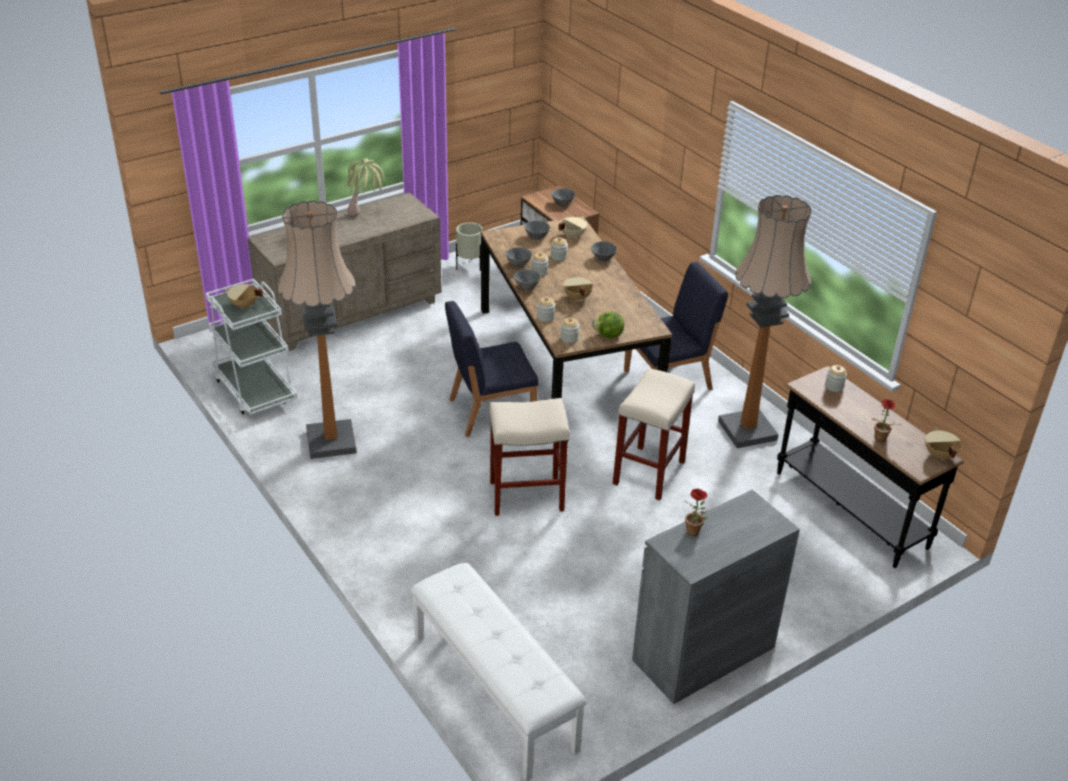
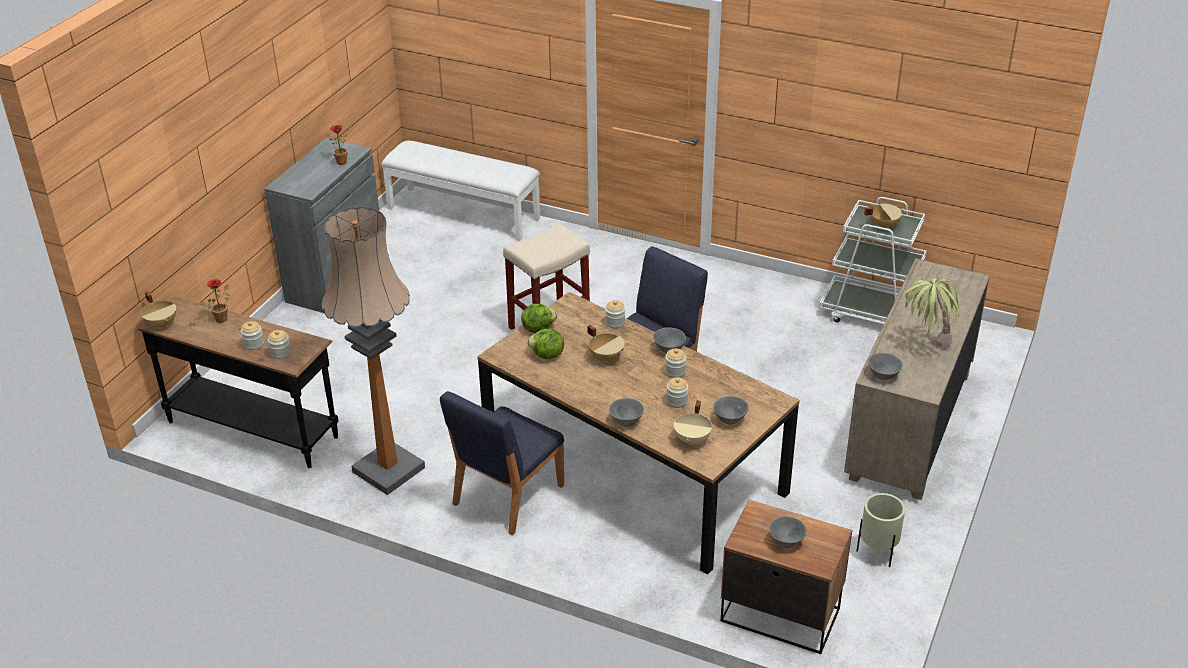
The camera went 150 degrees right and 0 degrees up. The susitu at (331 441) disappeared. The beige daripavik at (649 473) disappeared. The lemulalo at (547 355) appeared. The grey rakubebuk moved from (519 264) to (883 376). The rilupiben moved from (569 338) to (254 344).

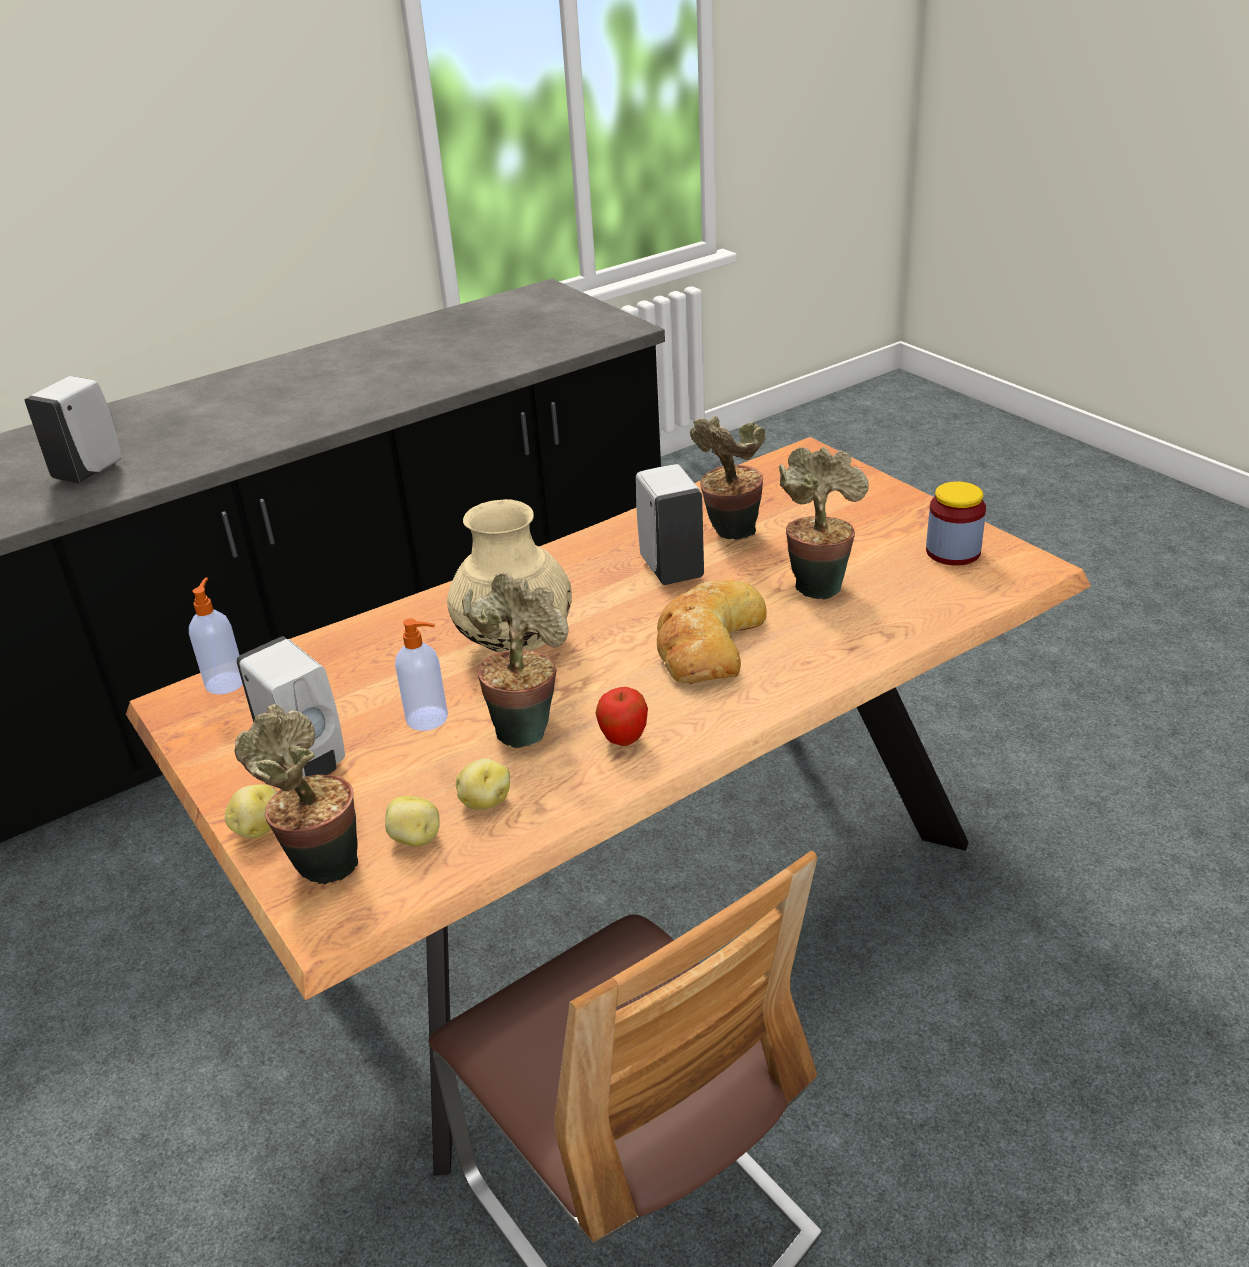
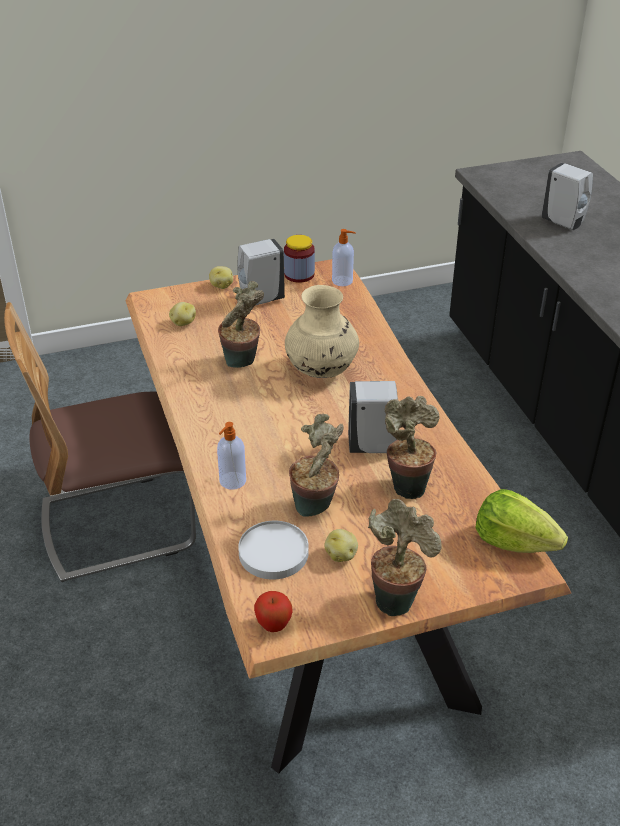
The camera went 105 degrees right and 5 degrees up. The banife at (707 642) disappeared. The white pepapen at (273 552) appeared. The lemulalo at (514 542) appeared. The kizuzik moved from (321 863) to (396 598). The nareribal moved from (428 718) to (232 481). The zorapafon moved from (484 801) to (341 555). The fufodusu moved from (624 740) to (273 625). The rilupiben moved from (953 552) to (299 274).

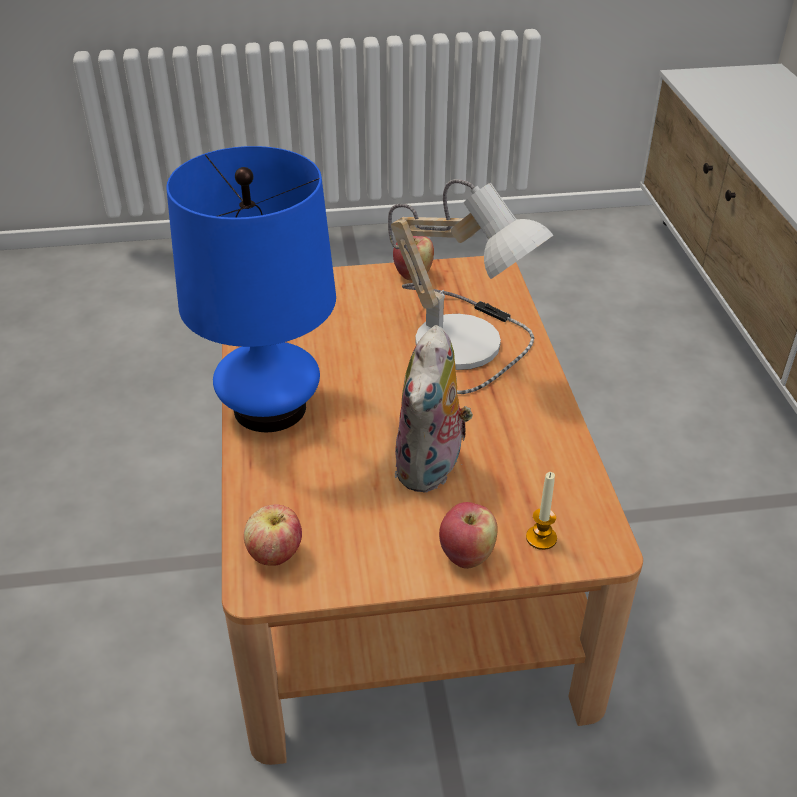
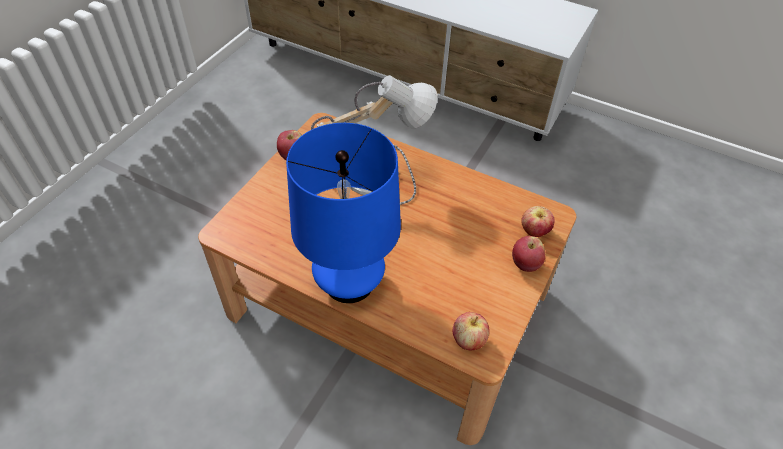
The camera went 55 degrees left and 10 degrees up. The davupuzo at (431 469) disappeared. The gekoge at (541 538) was replaced by the fufodusu at (534 231).

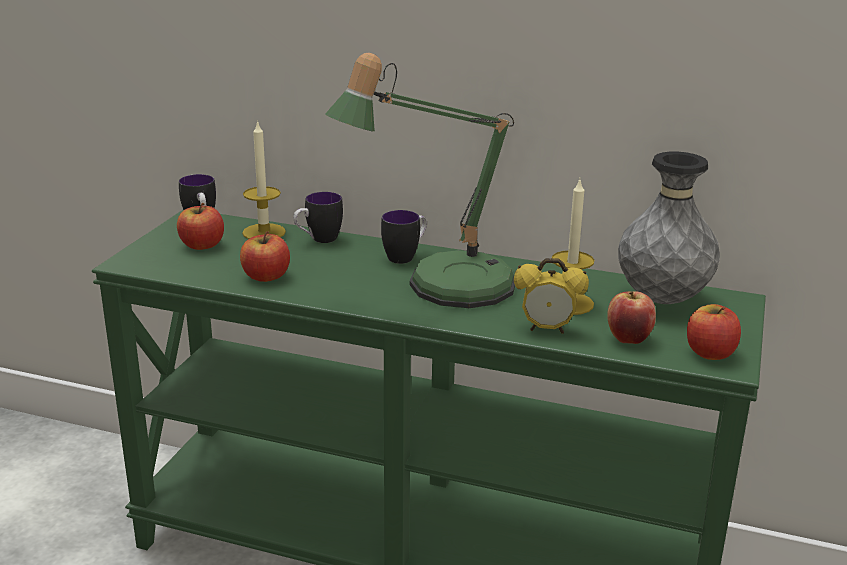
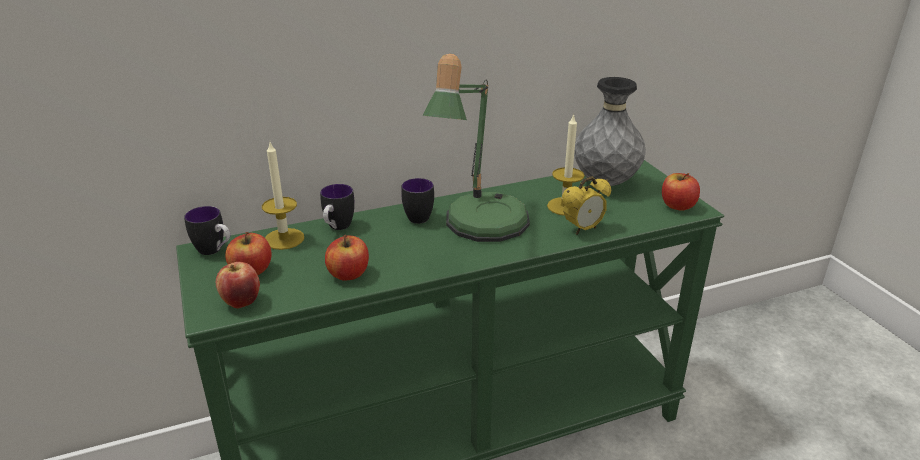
The camera went 40 degrees left and 5 degrees up. The fufodusu moved from (629 339) to (242 302).

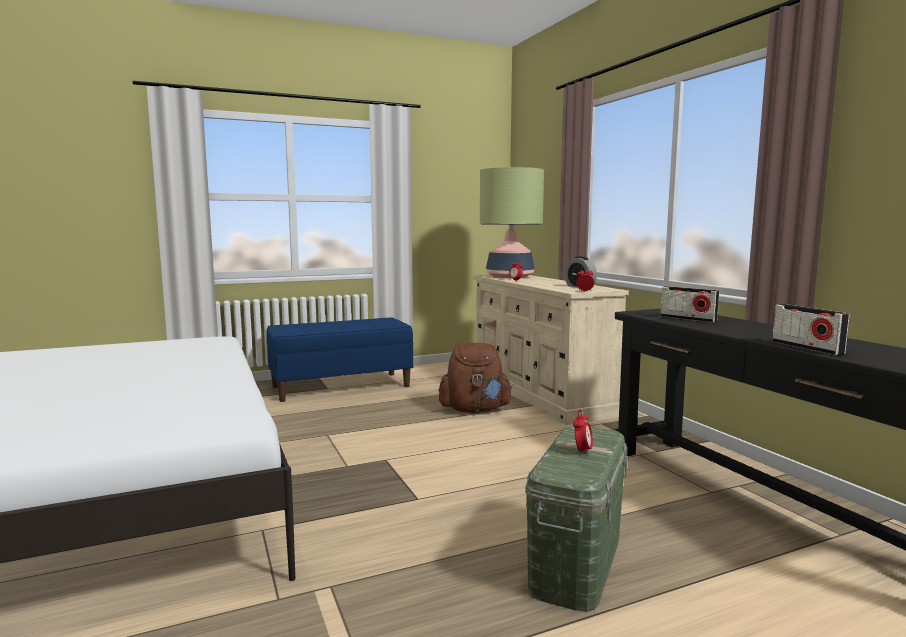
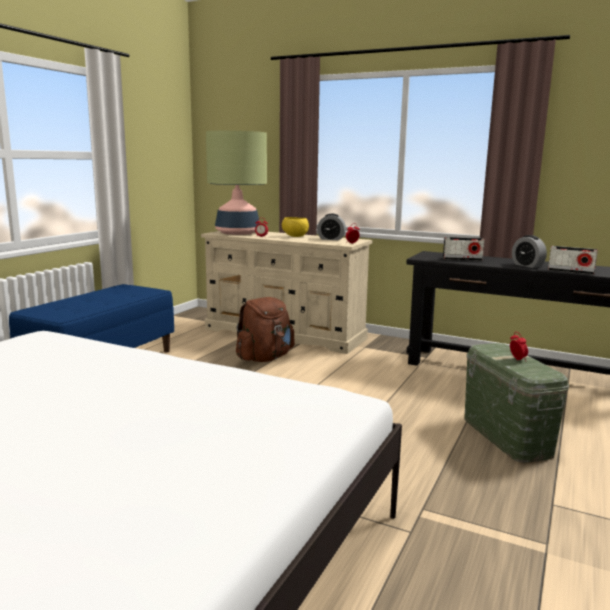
The camera went 40 degrees left and 5 degrees up. The yellow rakubebuk at (294 236) appeared. The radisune at (527 265) appeared.

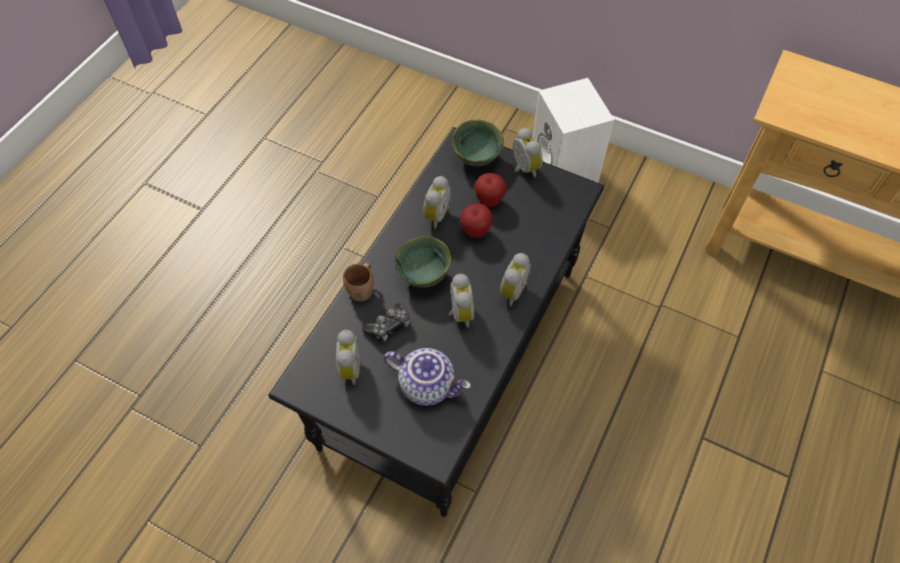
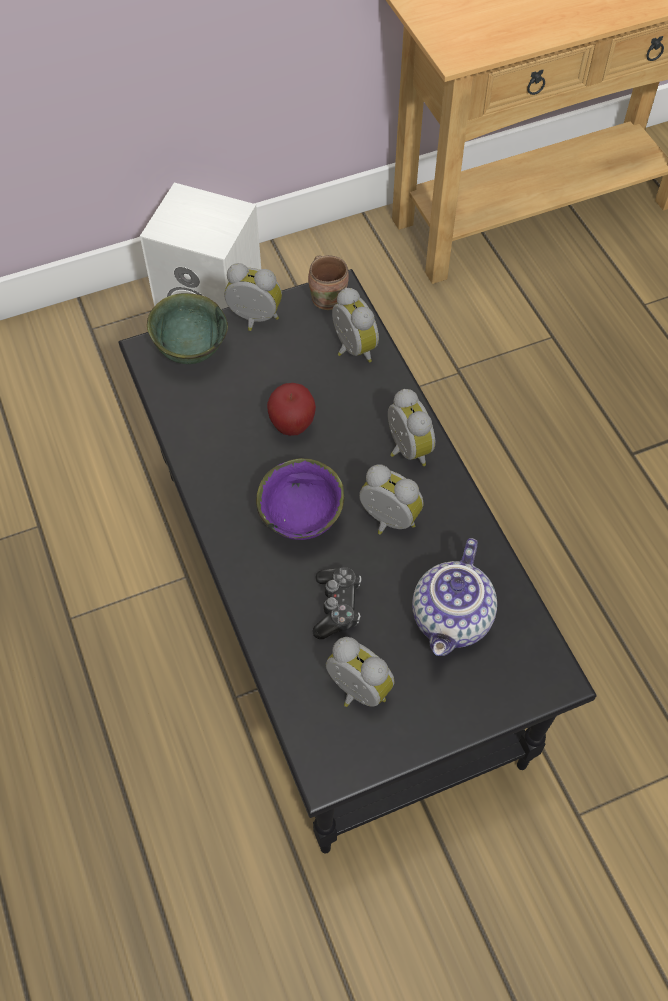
The camera went 50 degrees left and 0 degrees up. The fufodusu at (489 200) disappeared. The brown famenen moved from (362 291) to (328 297). The radisune moved from (435 215) to (351 350). The green rakubebuk at (424 276) became the purple rakubebuk at (303 520). The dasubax at (428 384) turned 135 degrees clockwise.

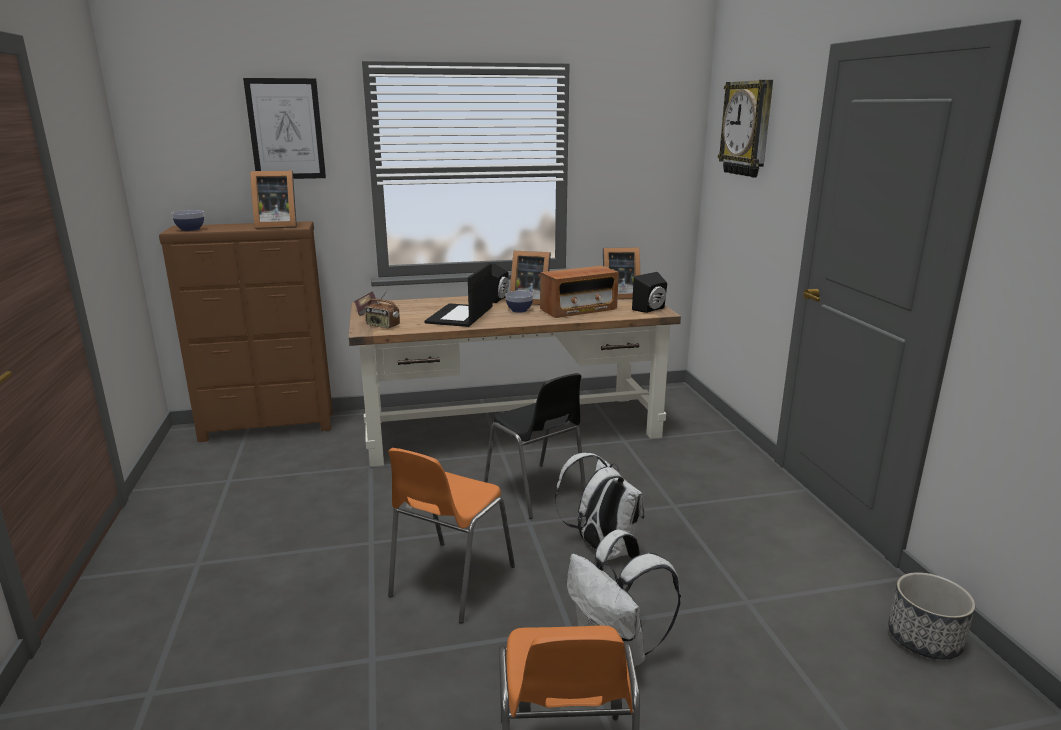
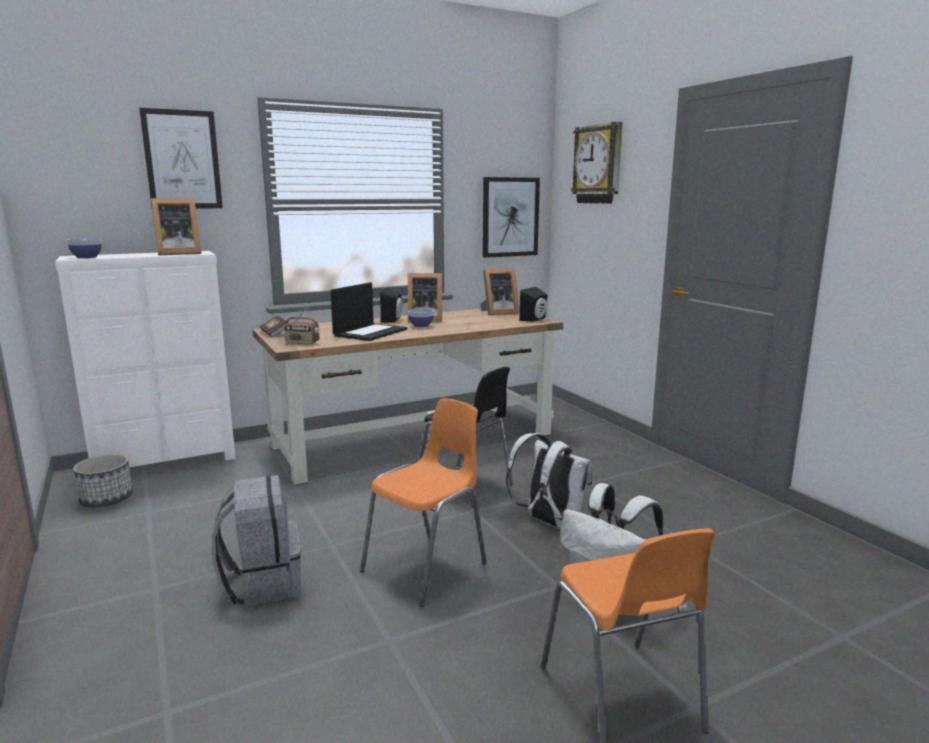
The camera went 15 degrees left and 5 degrees down. The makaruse at (578 310) disappeared. The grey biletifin at (262 583) appeared. The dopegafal at (510 217) appeared. The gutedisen moved from (924 639) to (107 499). The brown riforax at (268 427) became the white riforax at (166 462). The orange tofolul at (449 582) turned 150 degrees counterclockwise. The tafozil at (460 316) turned 150 degrees counterclockwise.

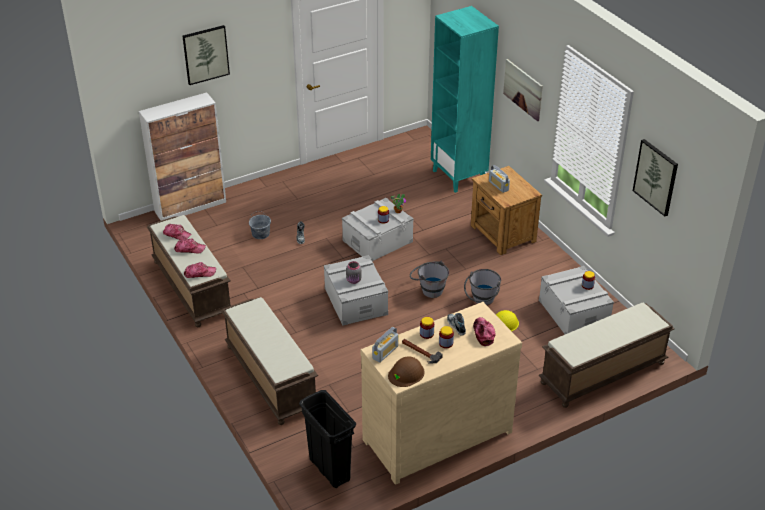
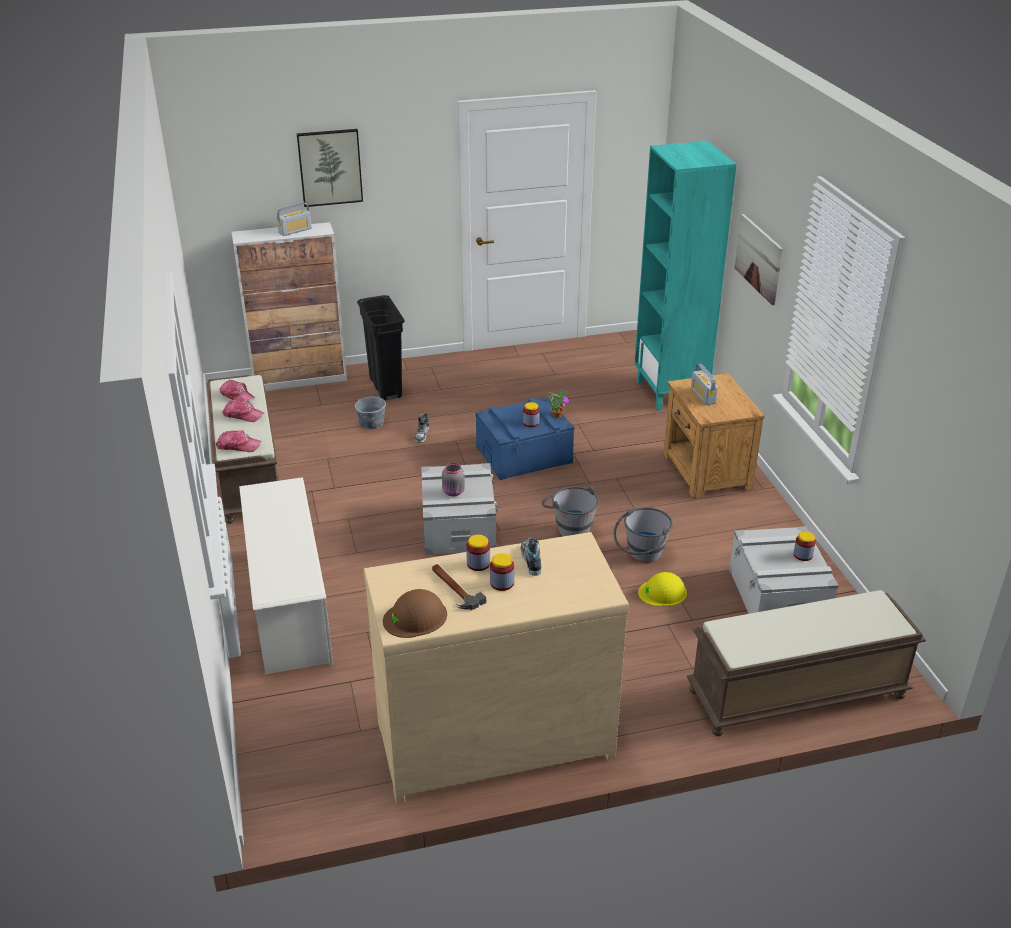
The camera went 15 degrees right and 5 degrees down. The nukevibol at (483 333) disappeared. The dopegafal at (656 177) disappeared. The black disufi moved from (329 469) to (385 387). The makaruse moved from (385 352) to (295 231). The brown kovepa at (270 377) was replaced by the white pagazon at (289 606). The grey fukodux at (377 241) became the blue fukodux at (524 454).

